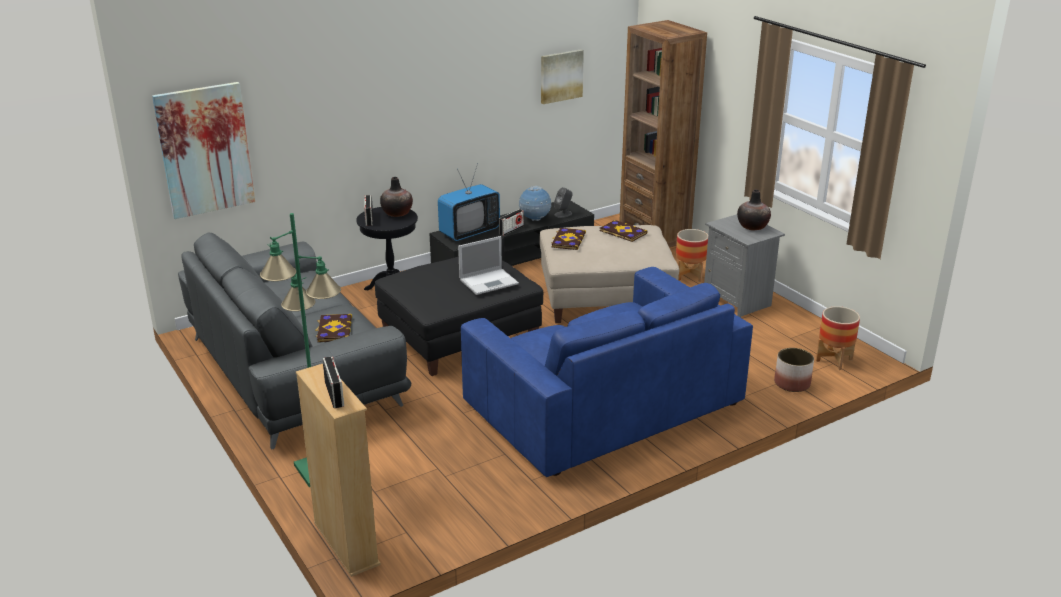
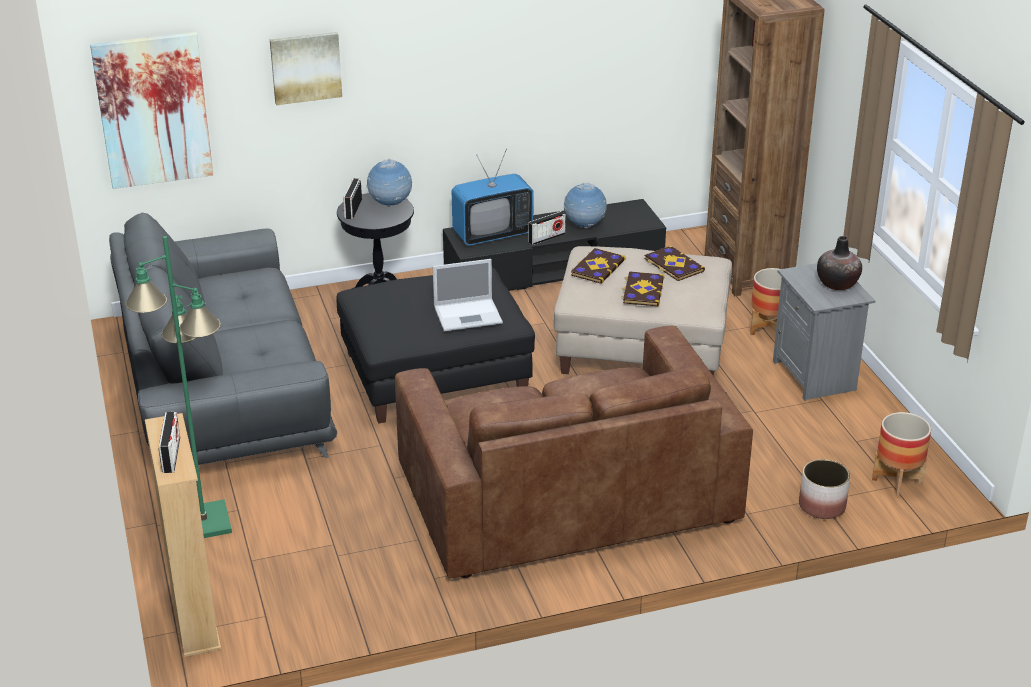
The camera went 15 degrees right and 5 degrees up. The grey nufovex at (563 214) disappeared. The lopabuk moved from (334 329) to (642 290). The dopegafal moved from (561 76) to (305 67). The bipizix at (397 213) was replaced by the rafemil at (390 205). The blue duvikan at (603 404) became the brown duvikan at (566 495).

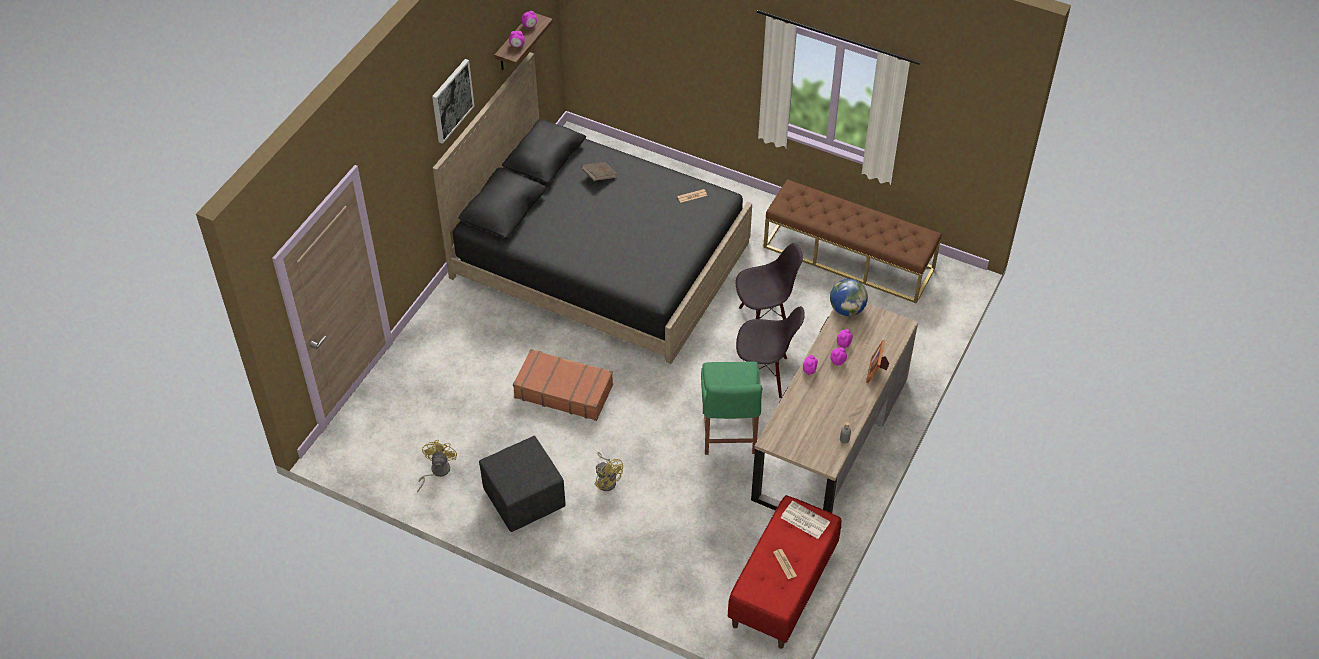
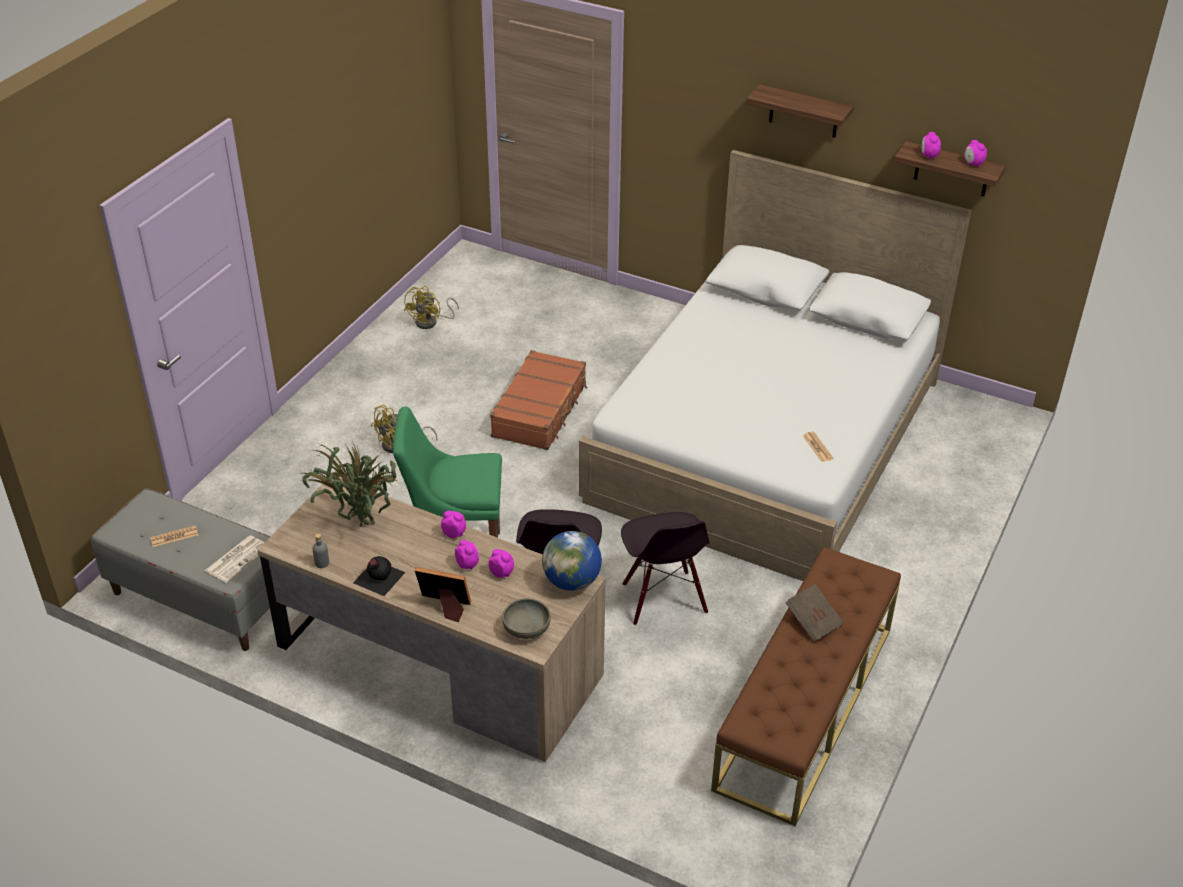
The camera went 90 degrees right and 10 degrees down. The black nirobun at (524 500) disappeared. The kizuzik at (360 521) appeared. The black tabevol at (378 577) appeared. The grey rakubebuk at (527 629) appeared. The brown lopabuk moved from (599 176) to (813 621). The dopegafal at (451 100) was replaced by the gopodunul at (804 112). The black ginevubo at (601 259) became the white ginevubo at (767 439). The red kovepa at (783 588) became the grey kovepa at (201 598). The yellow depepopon at (437 471) turned 105 degrees clockwise.

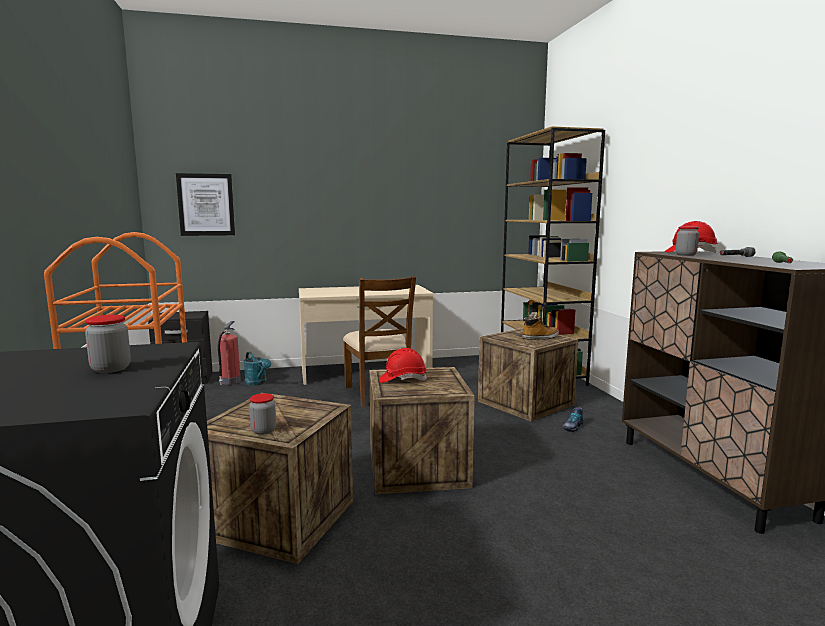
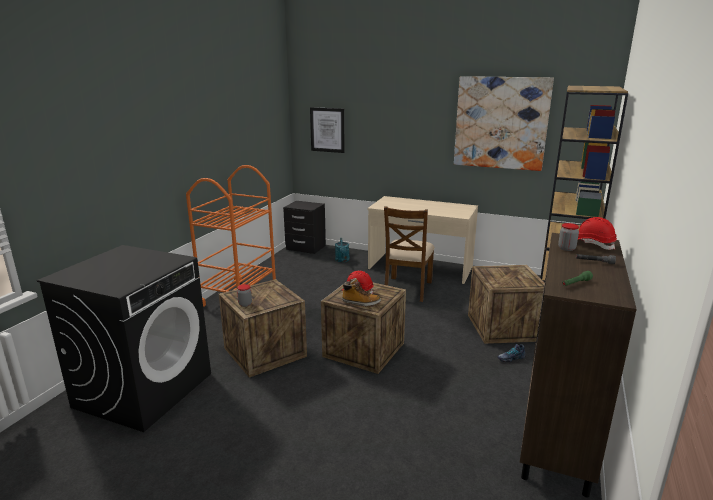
The camera went 35 degrees right and 10 degrees up. The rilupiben at (111 369) disappeared. The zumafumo at (230 381) disappeared. The dopegafal at (501 123) appeared. The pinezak moved from (540 338) to (360 303).

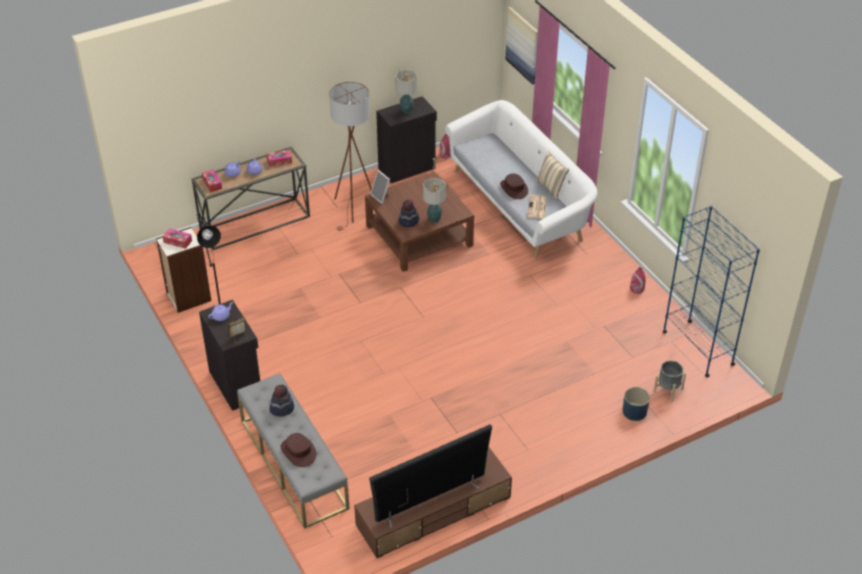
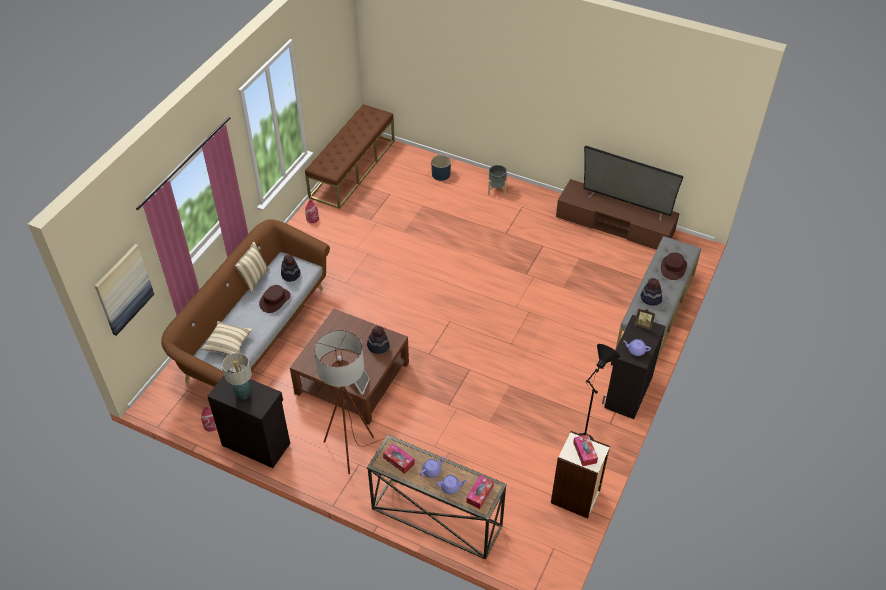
The camera went 125 degrees left and 5 degrees up. The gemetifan at (434 219) disappeared. The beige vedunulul at (228 344) appeared. The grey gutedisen moved from (668 390) to (496 189). The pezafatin at (537 208) was replaced by the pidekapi at (291 274). The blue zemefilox at (697 348) was replaced by the brown kovepa at (352 168). The white duvikan at (519 204) became the brown duvikan at (254 332).

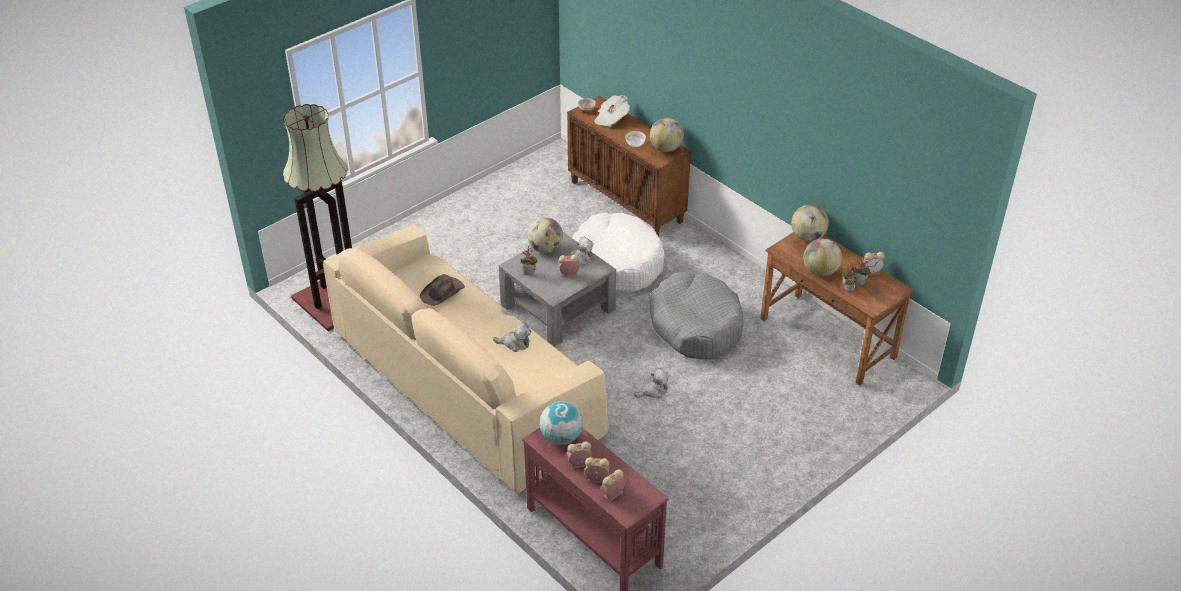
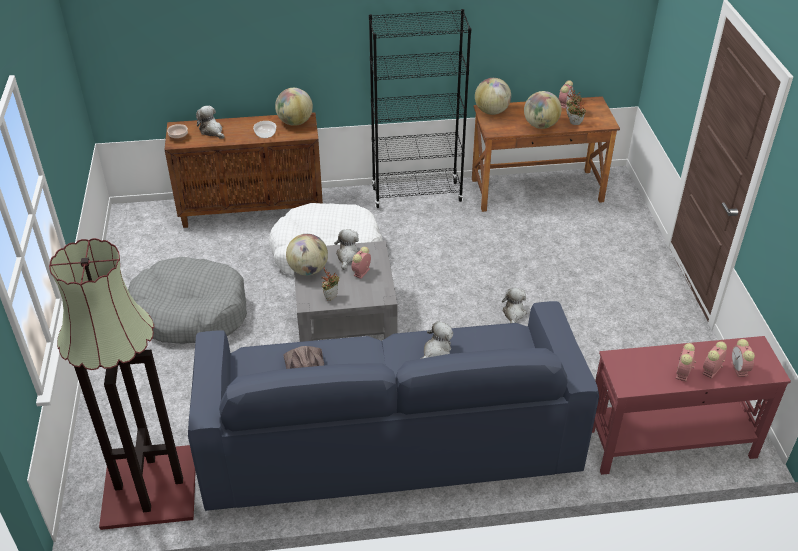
The camera went 55 degrees left and 0 degrees up. The rafemil at (561 437) disappeared. The black zemefilox at (417 195) appeared. The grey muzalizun moved from (696 325) to (190 313). The pezafatin at (611 119) was replaced by the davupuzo at (212 131). The beige duvikan at (465 384) became the blue duvikan at (389 439).

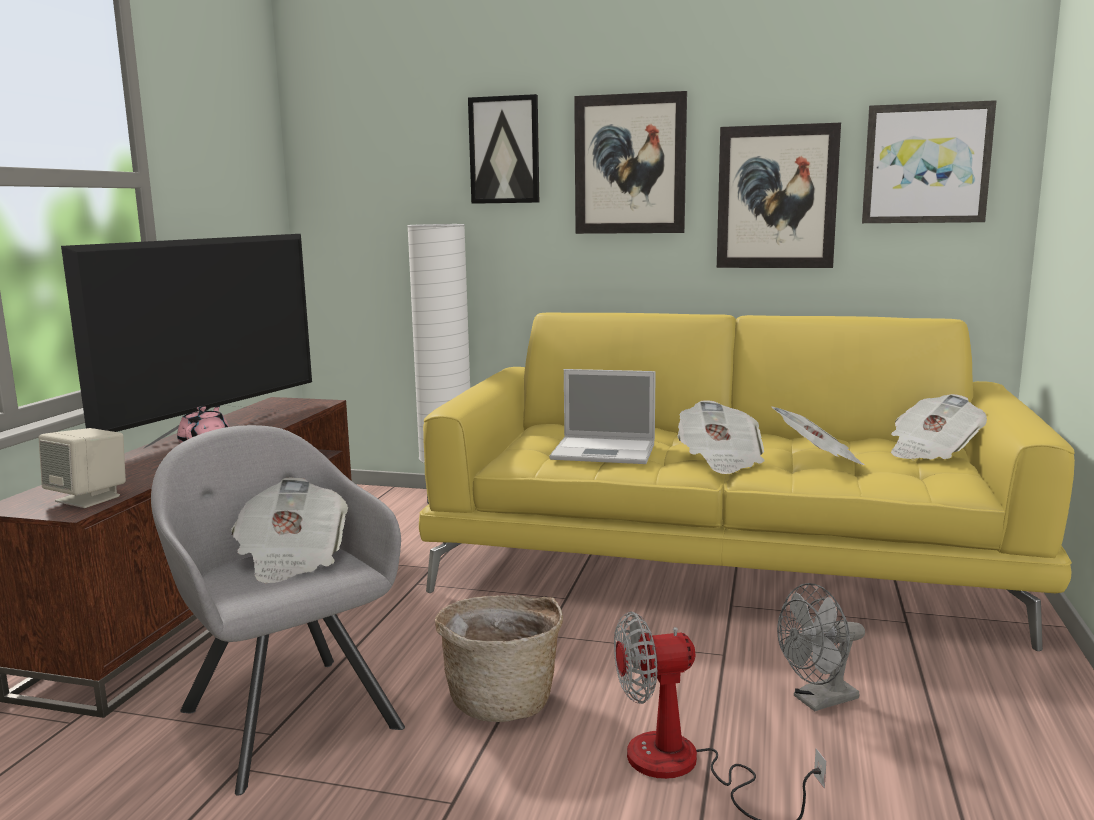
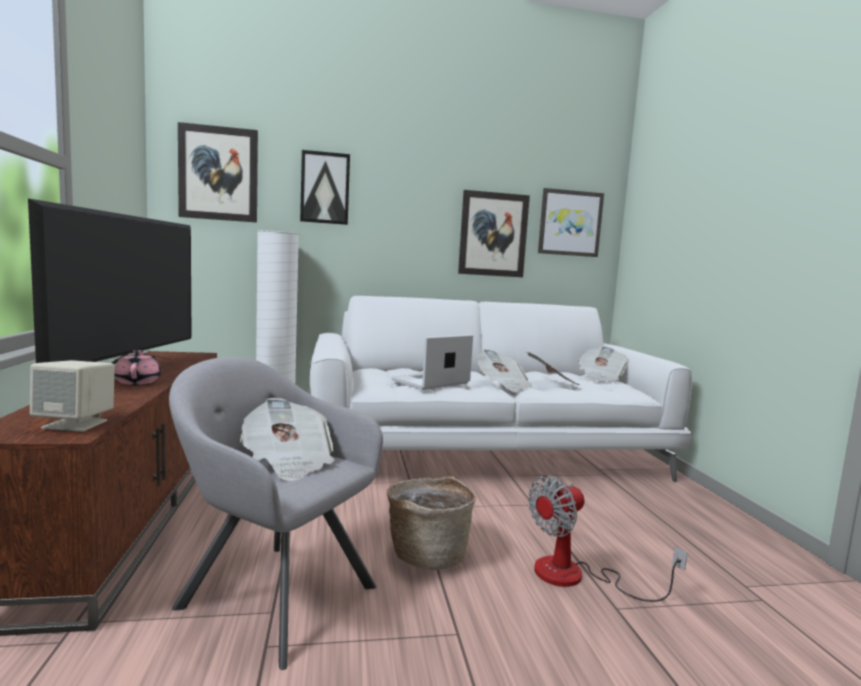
The camera went 25 degrees left and 5 degrees down. The grey depepopon at (818 701) disappeared. The dopegafal moved from (630 164) to (218 174). The yellow duvikan at (726 559) became the white duvikan at (483 450). The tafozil at (606 451) turned 150 degrees clockwise.

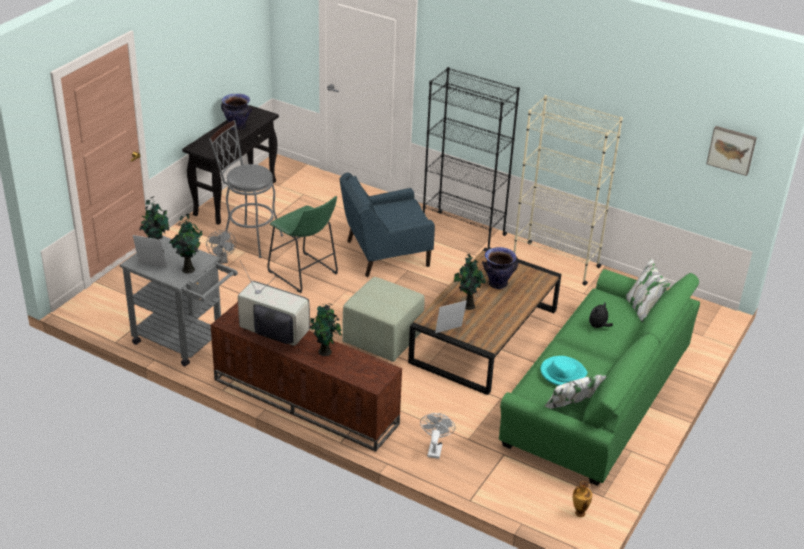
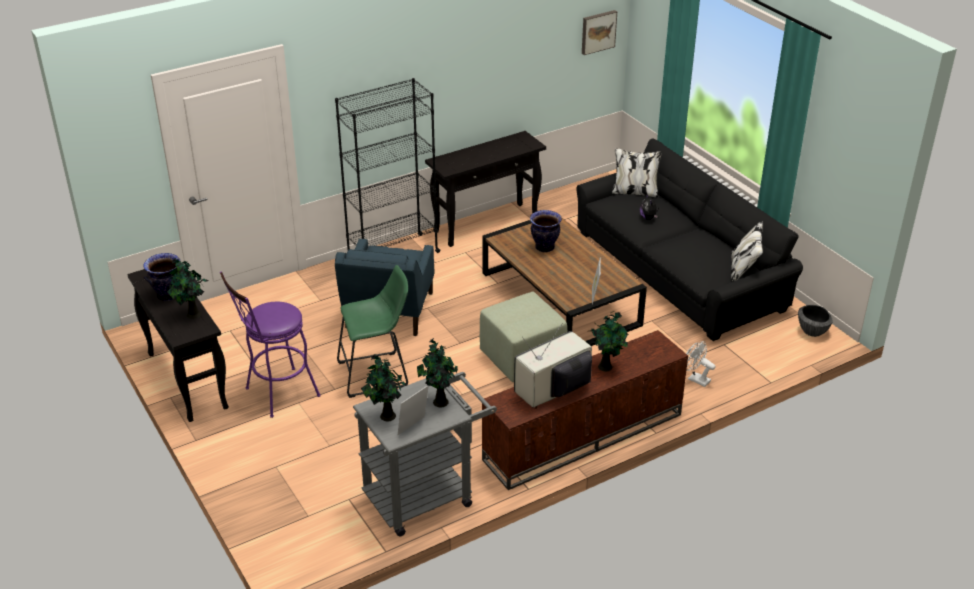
The camera went 60 degrees left and 0 degrees up. The grey depepopon at (222 260) disappeared. The turquoise pidekapi at (562 373) disappeared. The kizuzik moved from (468 305) to (192 315). The beige zemefilox at (555 263) was replaced by the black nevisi at (486 224). The bipizix at (579 513) was replaced by the rakubebuk at (812 332). The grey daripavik at (248 239) became the purple daripavik at (276 394). The green duvikan at (597 395) became the black duvikan at (678 271).

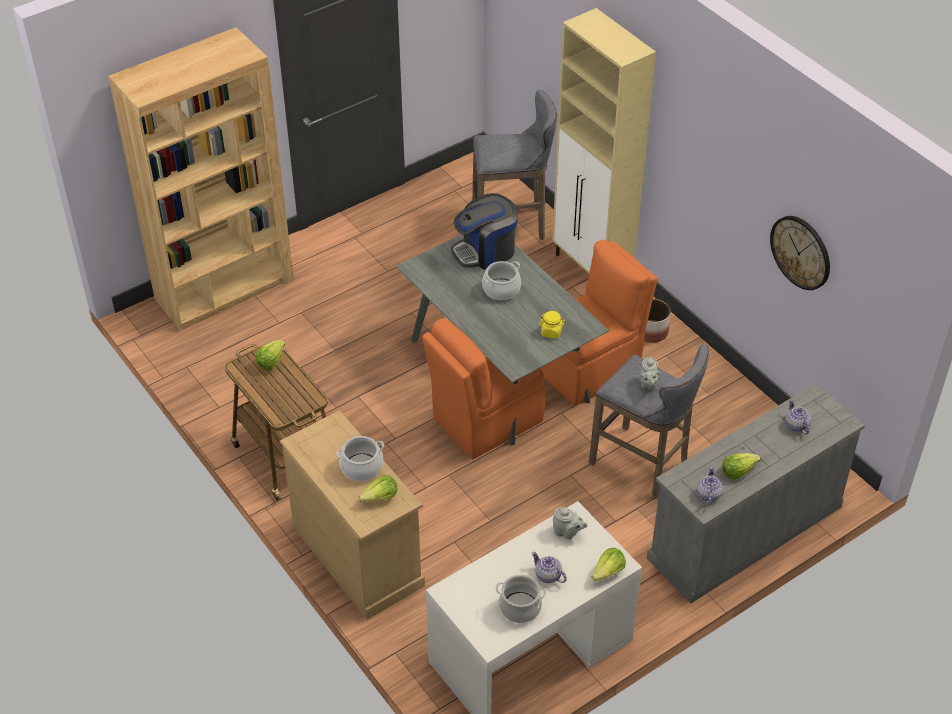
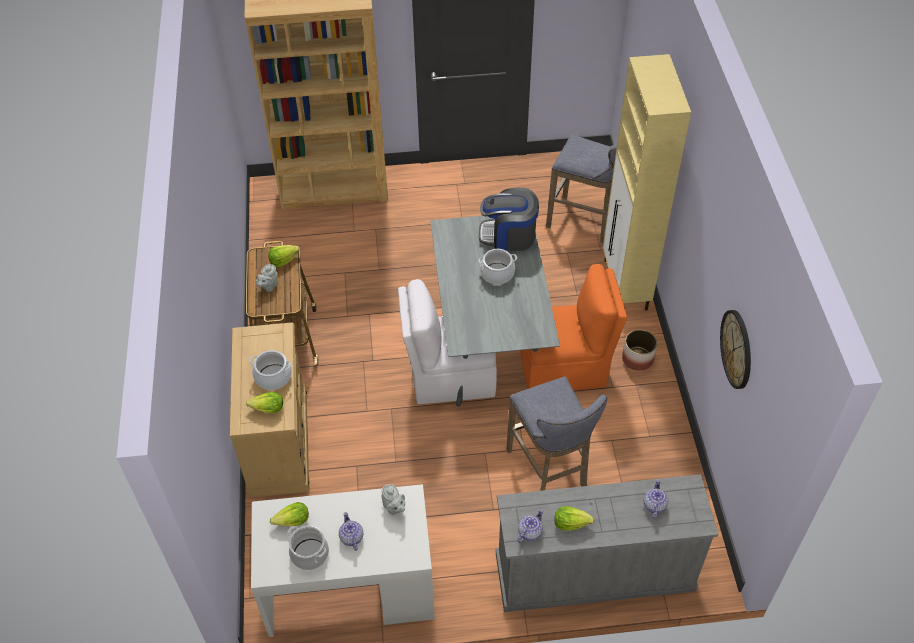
The camera went 30 degrees right and 5 degrees up. The yellow rilupiben at (551 332) disappeared. The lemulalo moved from (608 572) to (292 521). The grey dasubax moved from (648 384) to (269 286). The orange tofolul at (485 421) became the white tofolul at (450 376).

